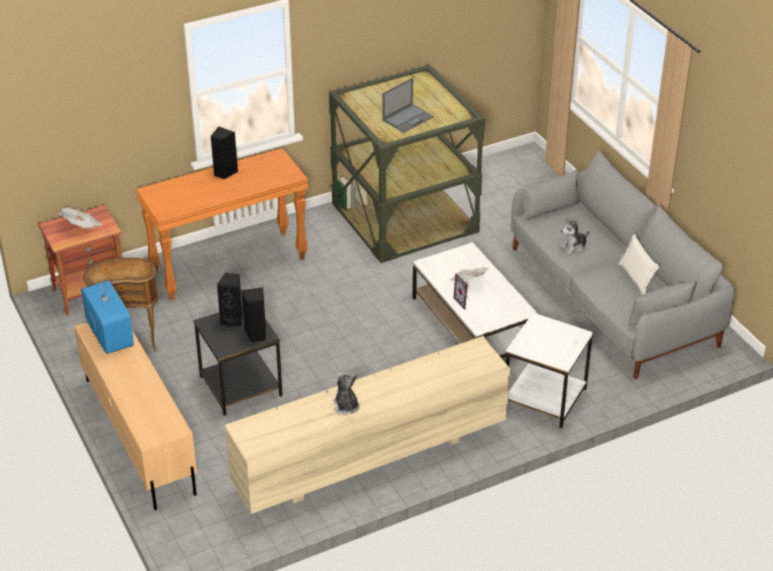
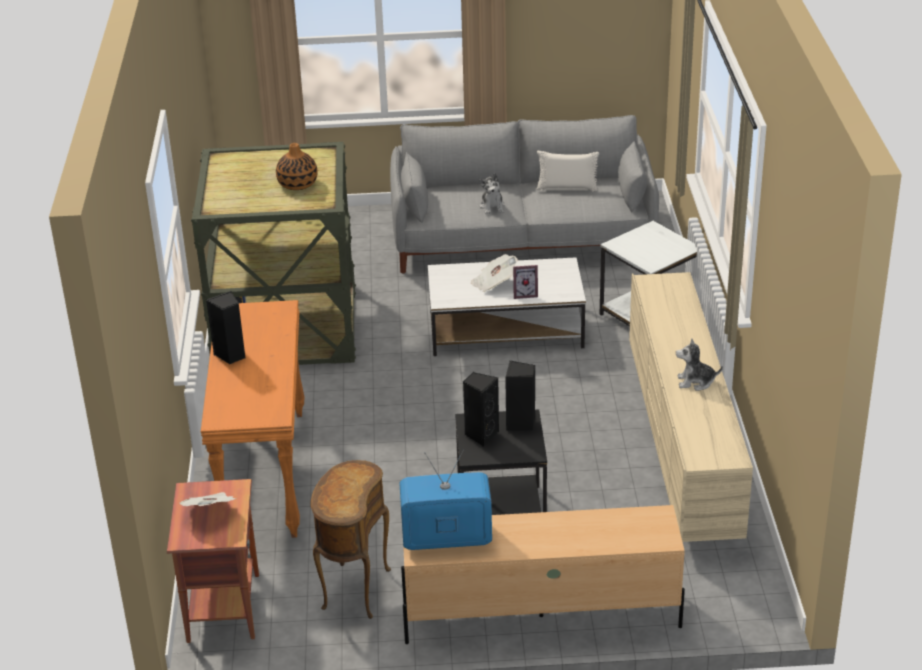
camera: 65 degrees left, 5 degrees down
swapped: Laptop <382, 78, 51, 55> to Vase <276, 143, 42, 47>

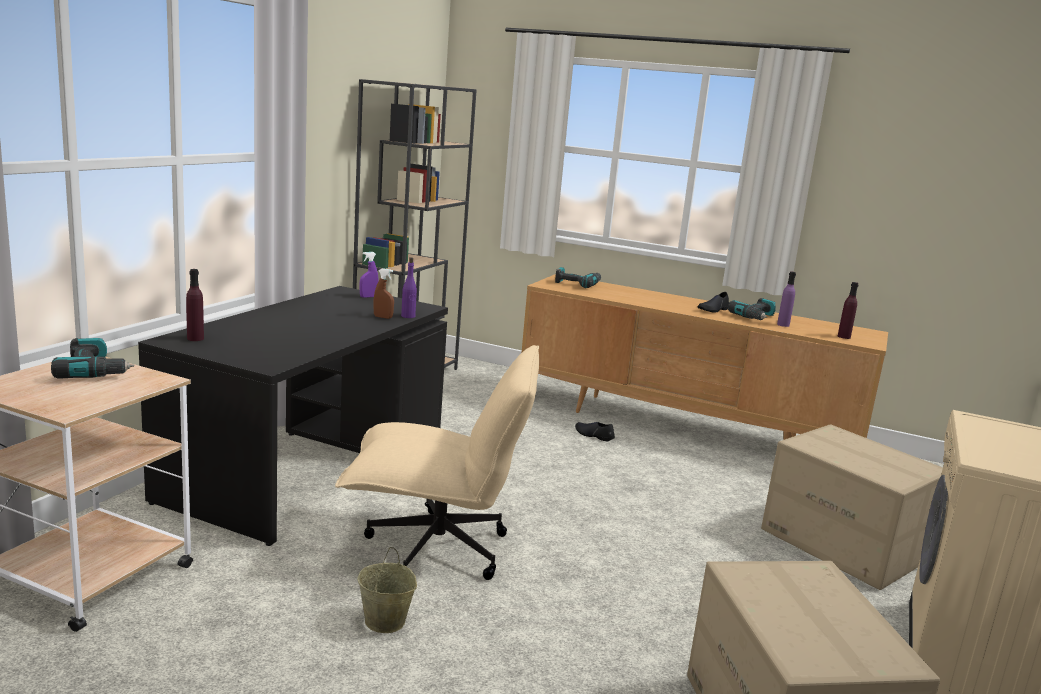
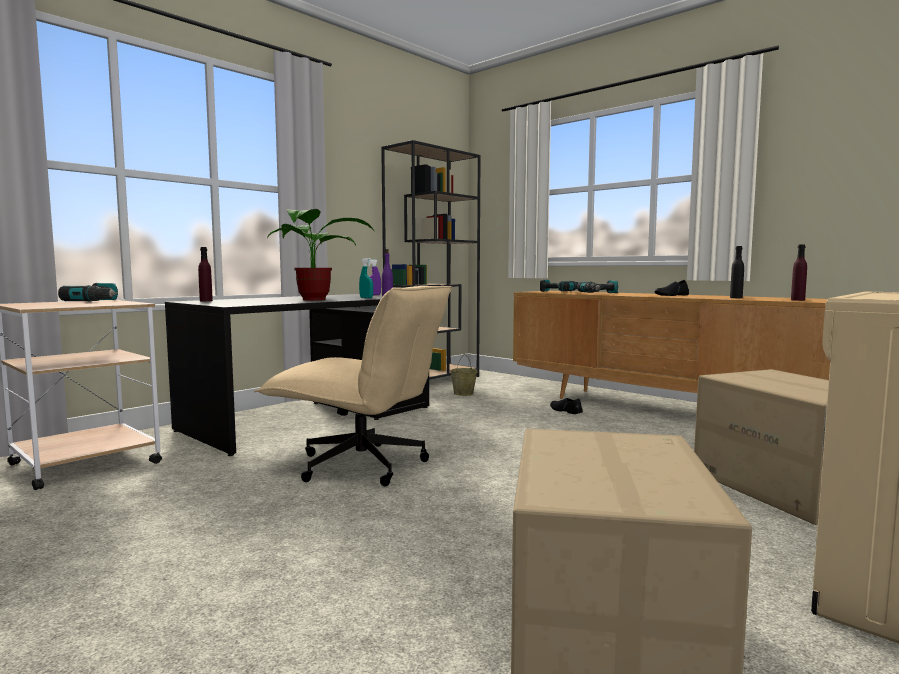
camera: 20 degrees right, 10 degrees down
new: PottedPlant <267, 209, 108, 92>
shifted: BeigeBucket <357, 547, 60, 86> to <450, 356, 28, 40>; PowerDrill <728, 298, 48, 22> to <577, 280, 42, 13>
repainted: BrownSprayBottle <373, 268, 21, 51> to TurquoiseSprayBottle <359, 258, 14, 40>; PurpleBottle <777, 271, 19, 56> to BlackBottle <730, 246, 14, 52>

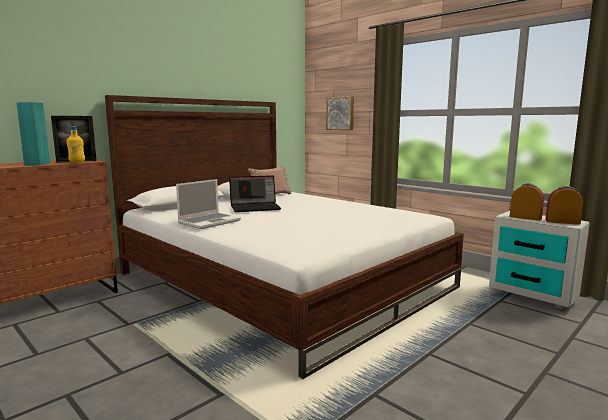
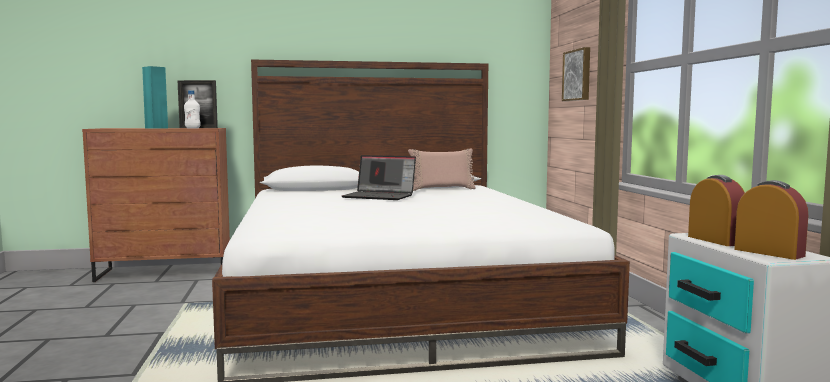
camera: 35 degrees right, 5 degrees down
gone: Laptop <176, 179, 65, 50>
repainted: YellowBottle <67, 126, 18, 37> to WhiteBottle <184, 90, 17, 38>

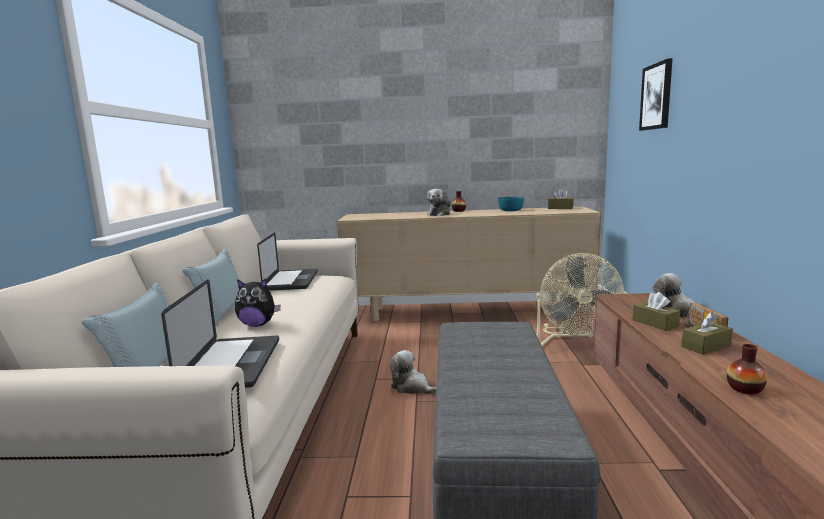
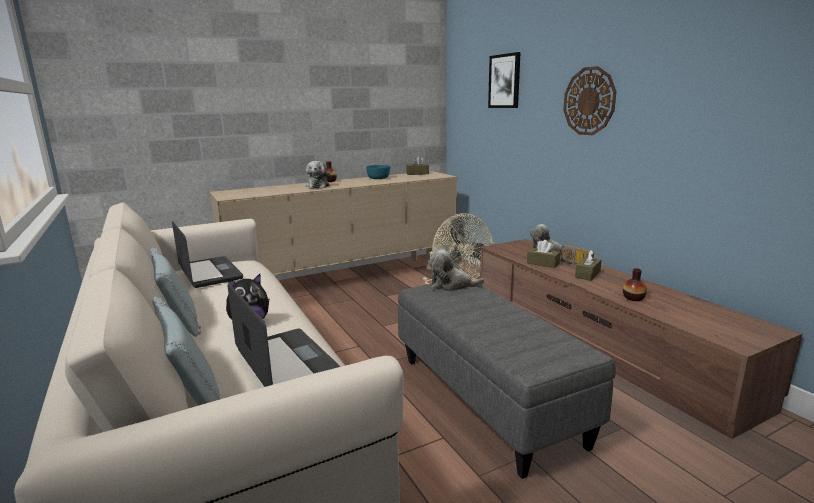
camera: 30 degrees left, 5 degrees up
new: WallClock <563, 66, 53, 69>
shifted: PlushToy <389, 350, 48, 45> to <428, 250, 57, 41>

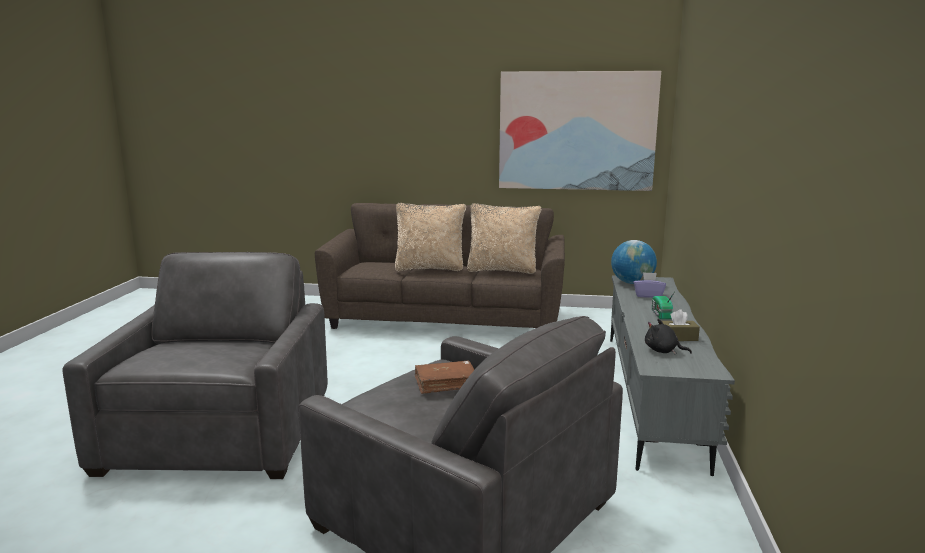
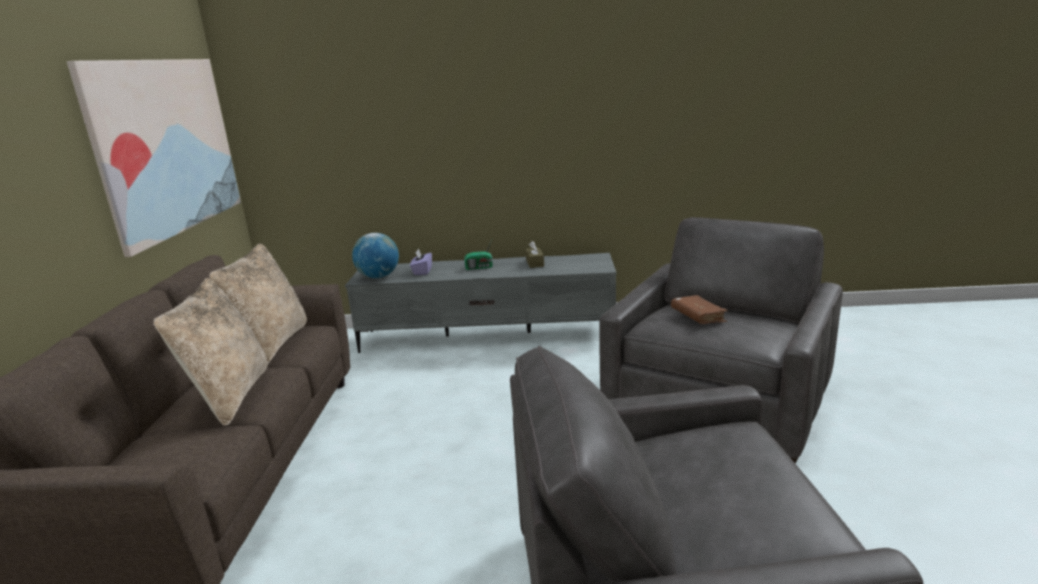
camera: 95 degrees left, 5 degrees up
gone: BlackPlushToy <645, 319, 47, 35>

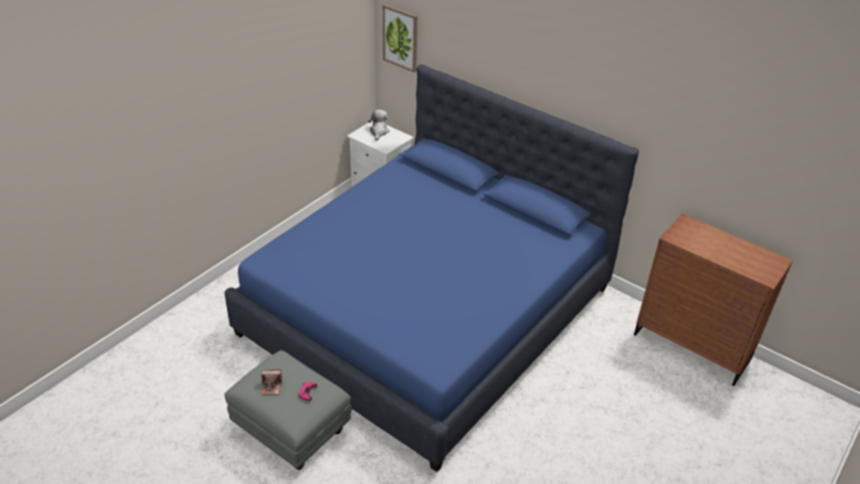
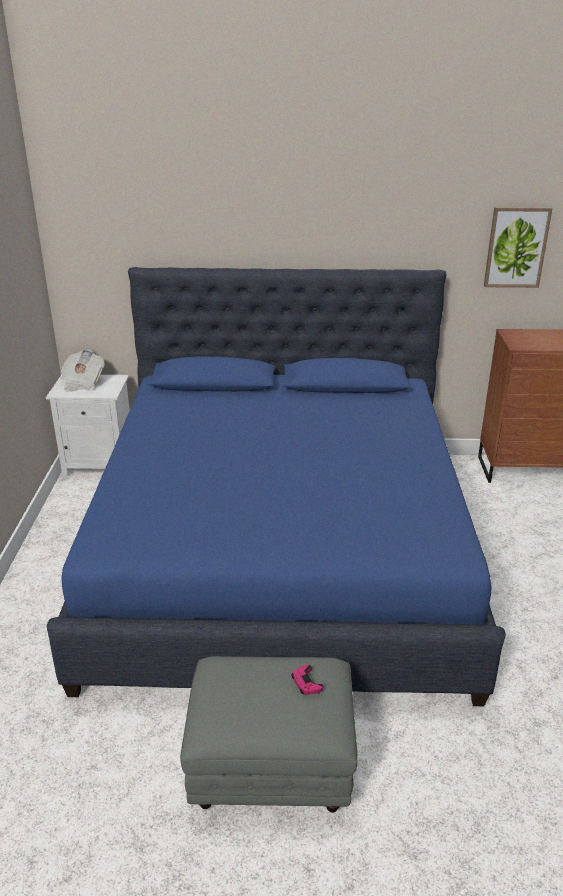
camera: 35 degrees left, 10 degrees down
gone: PhotoCamera <261, 369, 21, 26>
shifted: Picture <383, 4, 34, 68> to <484, 207, 69, 81>
swapped: PlushToy <368, 109, 21, 32> to Newspaper <60, 349, 45, 43>

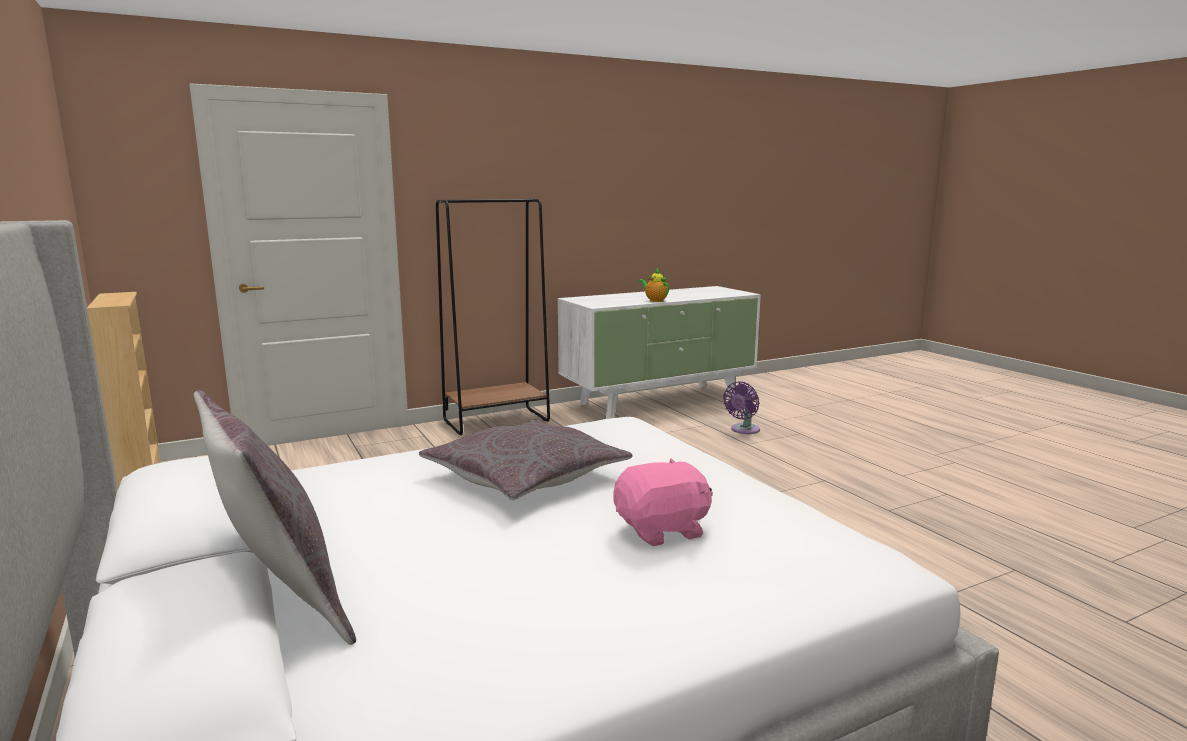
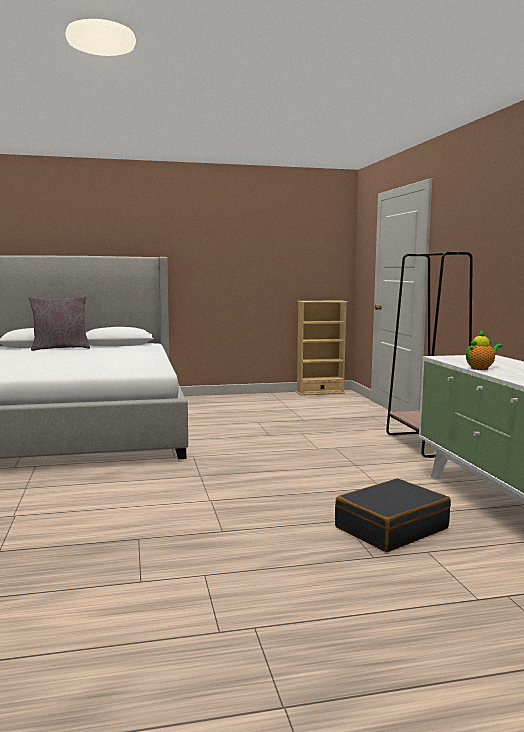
camera: 105 degrees right, 5 degrees down
gone: GreyPillow <419, 419, 213, 81>; PinkPlushToy <613, 458, 100, 88>
swapped: PurpleFan <723, 381, 37, 53> to BlackSuitcase <335, 478, 116, 74>

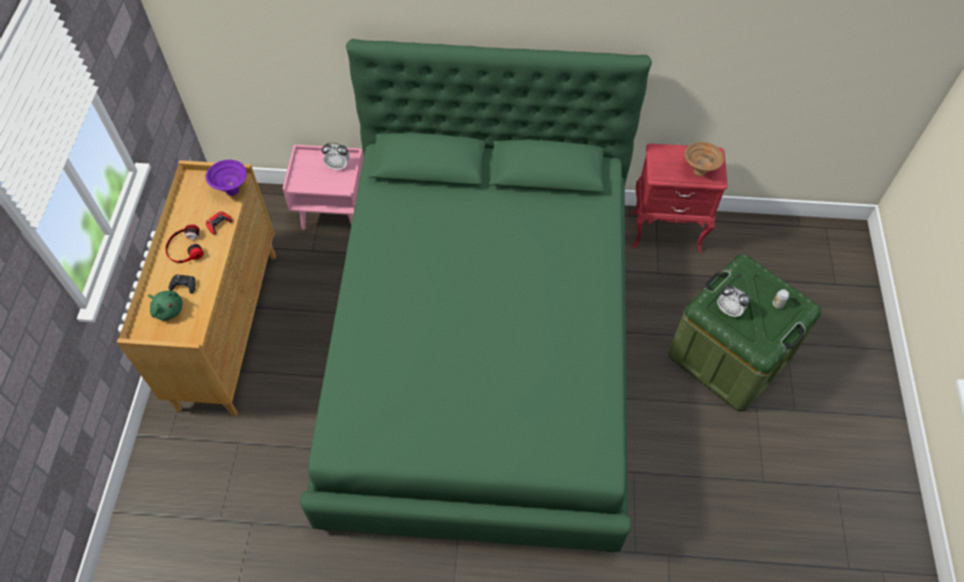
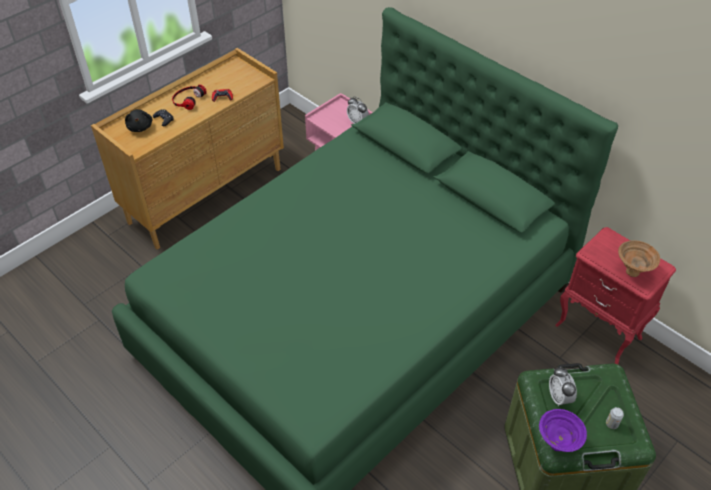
camera: 40 degrees right, 10 degrees down
shifted: PurpleBowl <206, 160, 41, 36> to <539, 409, 48, 43>
repainted: GreenPlushToy <148, 291, 35, 30> to BlackPlushToy <125, 109, 27, 23>

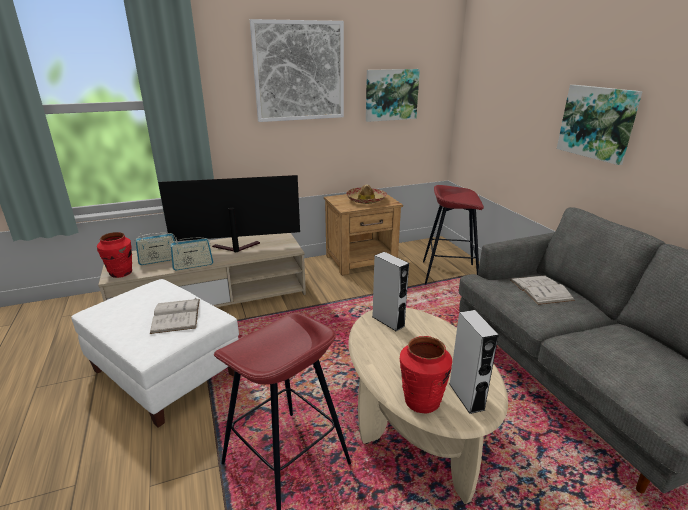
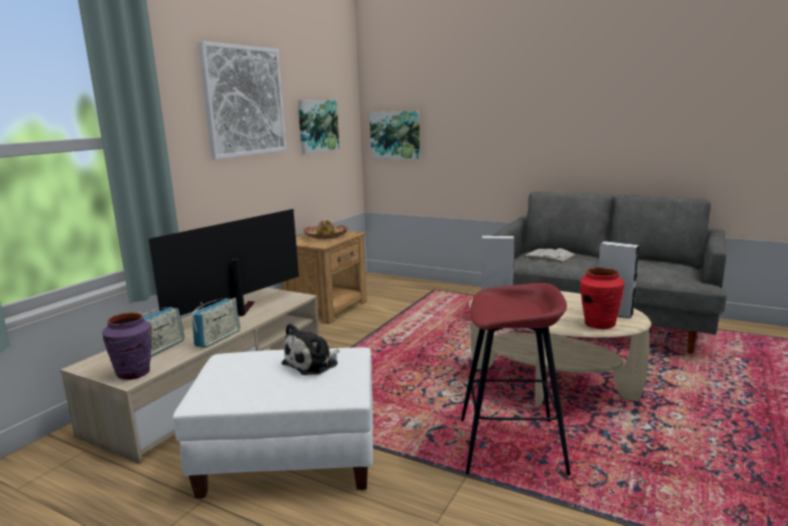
camera: 40 degrees left, 10 degrees down
gone: RedStool <423, 185, 61, 100>
shifted: Picture <557, 85, 86, 80> to <370, 111, 50, 48>
swapped: WhiteBook <150, 298, 50, 36> to PlushToy <281, 323, 58, 52>
repainted: RedVase <97, 232, 35, 46> to PurpleVase <102, 313, 50, 67>

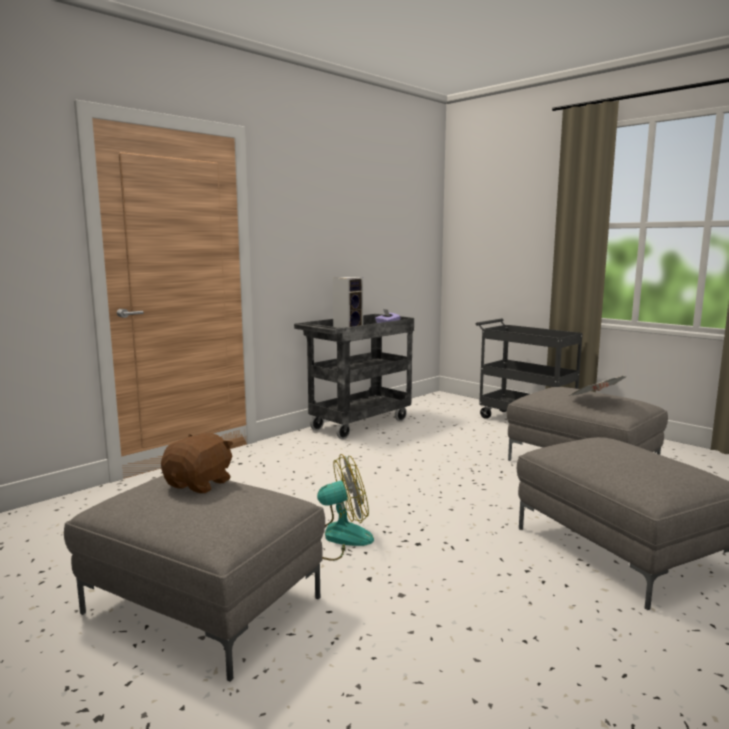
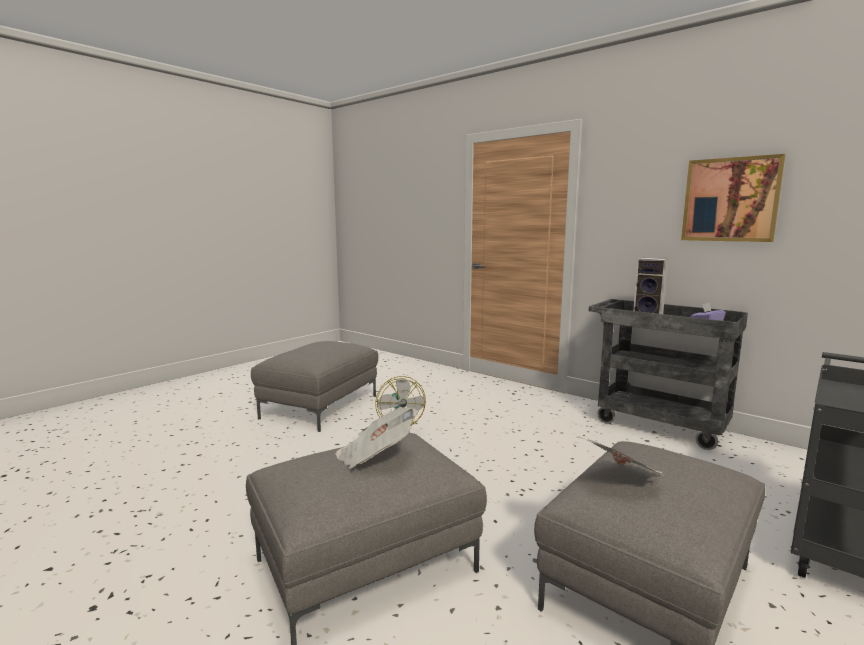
camera: 85 degrees right, 0 degrees up
gone: BrownPlushToy <161, 433, 72, 61>
new: Newspaper <335, 407, 83, 62>; Picture <681, 154, 104, 88>

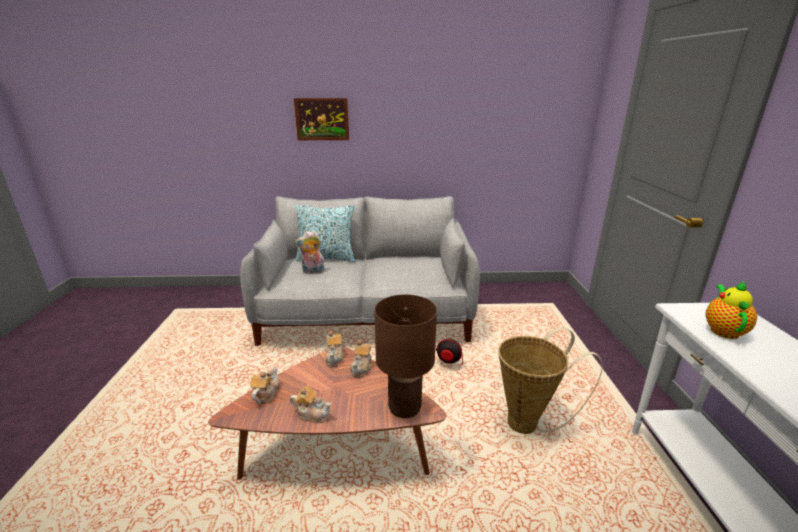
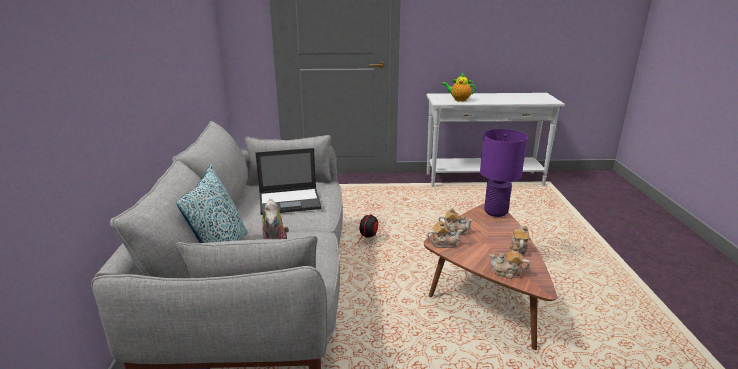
camera: 90 degrees left, 0 degrees up
gone: Picture <294, 98, 55, 42>; Basket <498, 327, 105, 107>
new: Laptop <255, 148, 67, 67>
repainted: BrownTableLamp <374, 294, 63, 124> to PurpleTableLamp <480, 129, 47, 88>

